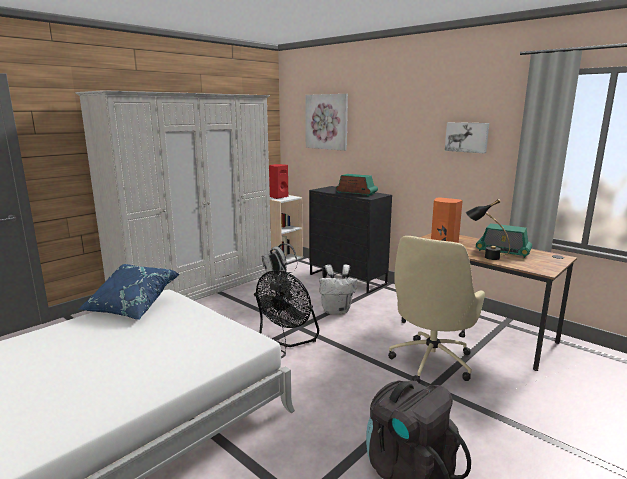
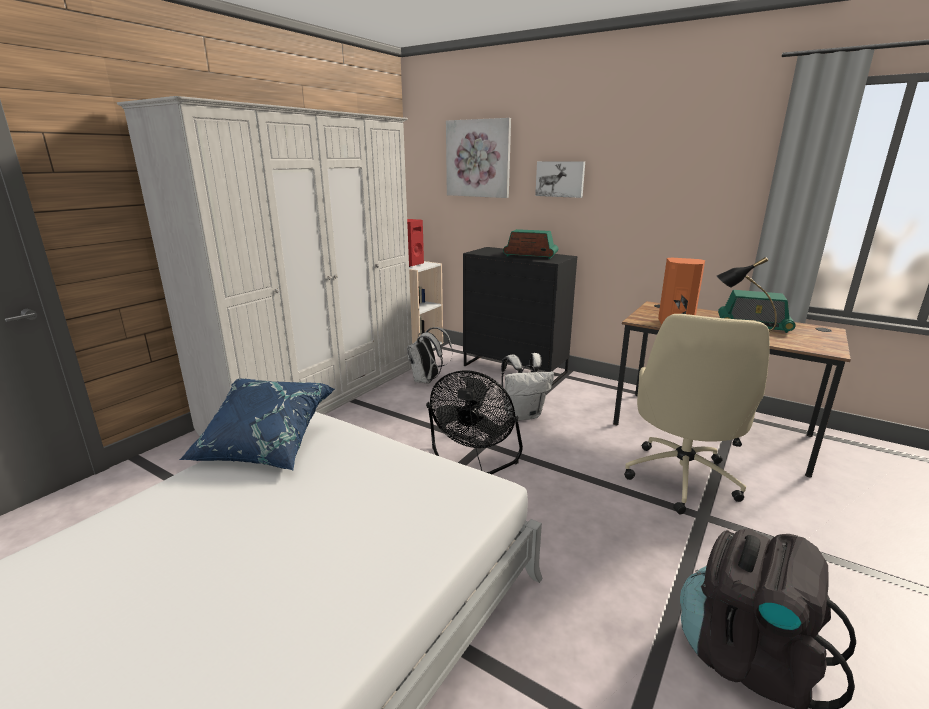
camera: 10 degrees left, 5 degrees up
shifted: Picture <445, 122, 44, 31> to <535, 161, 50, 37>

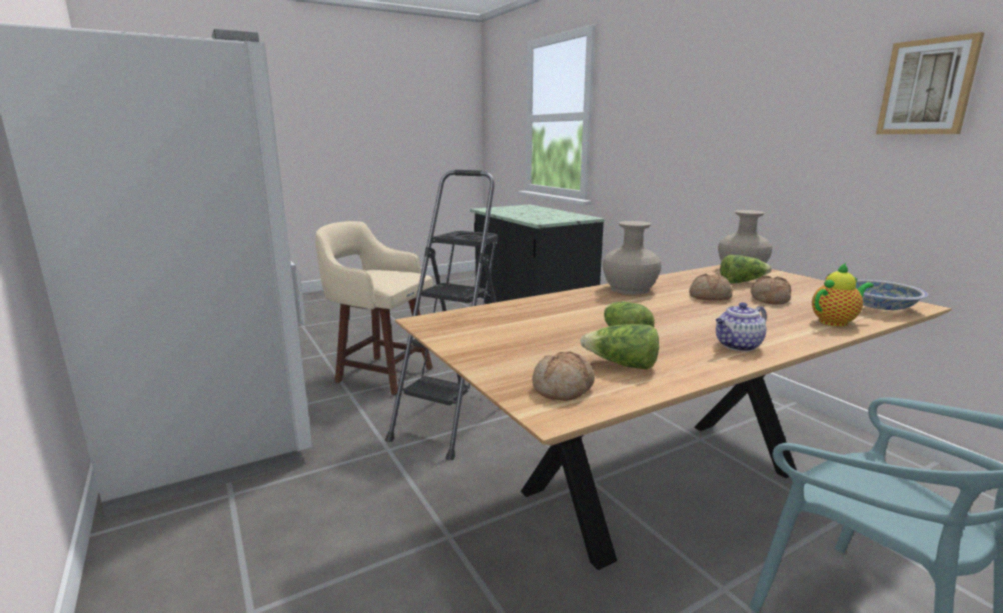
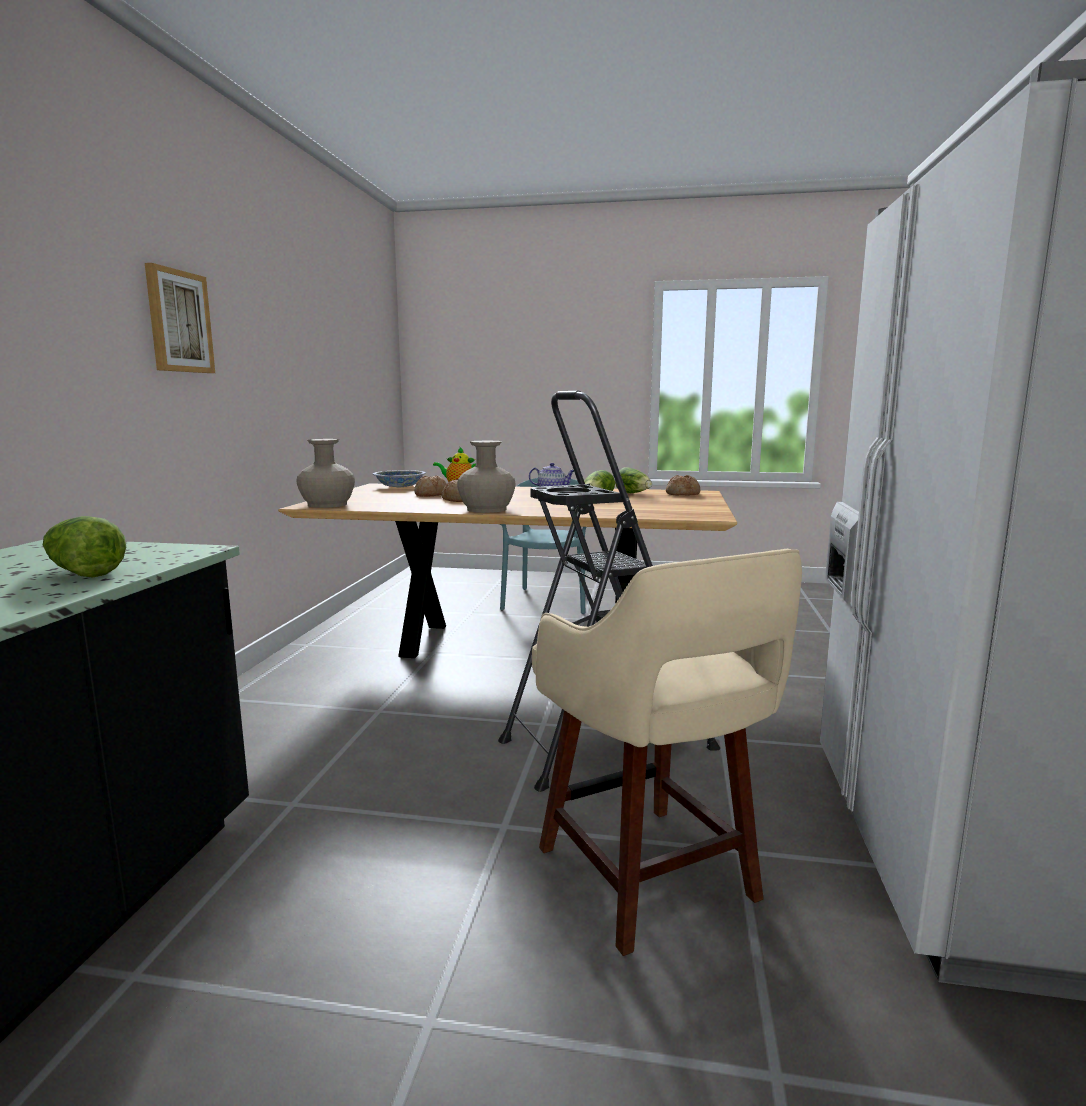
camera: 140 degrees left, 5 degrees down
shifted: Lettuce <720, 255, 52, 28> to <43, 516, 83, 62>; Picture <876, 32, 108, 102> to <145, 263, 70, 110>

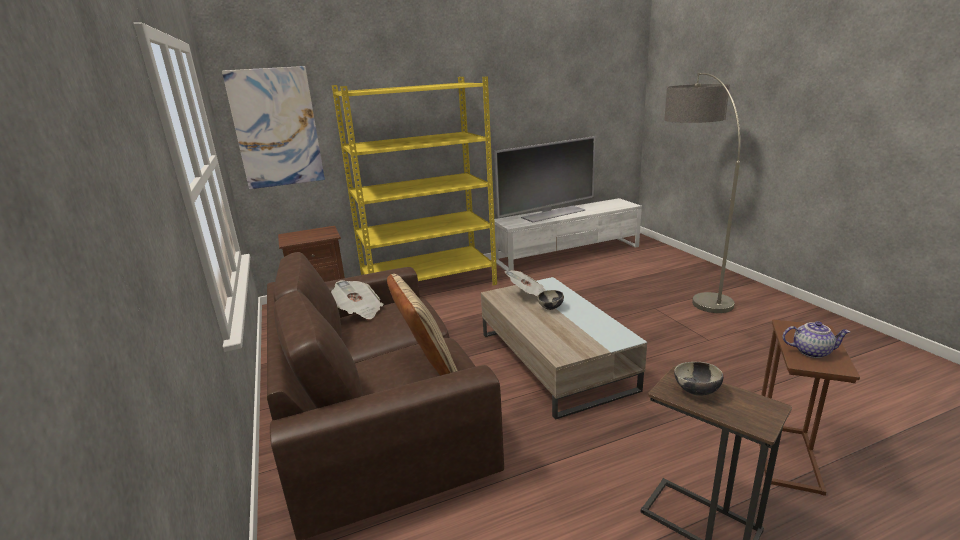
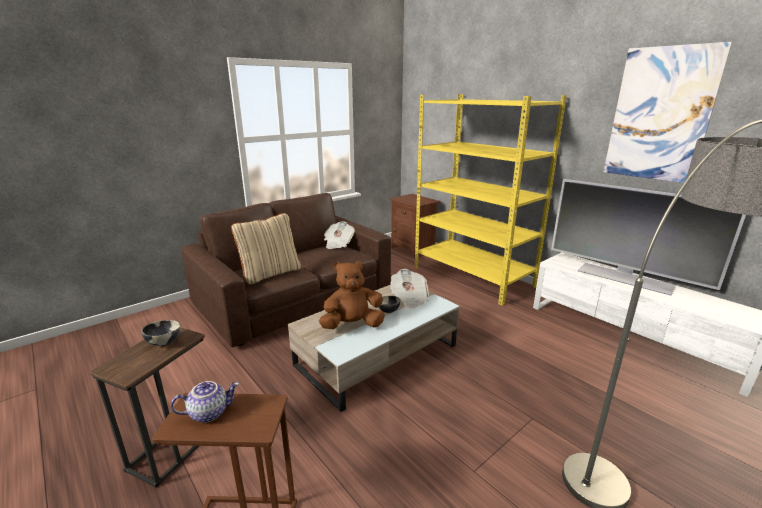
camera: 70 degrees right, 0 degrees up
new: BrownPlushToy <319, 261, 66, 68>
shifted: Picture <222, 66, 103, 123> to <604, 42, 128, 141>
rotated: Teapot <782, 321, 68, 37> = <171, 381, 68, 42> 105 degrees counterclockwise

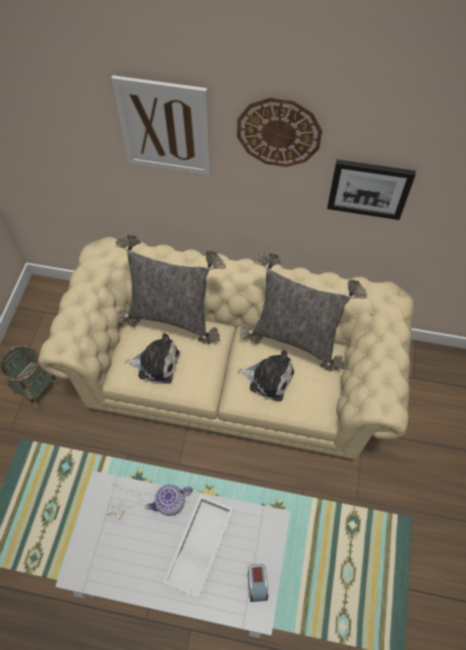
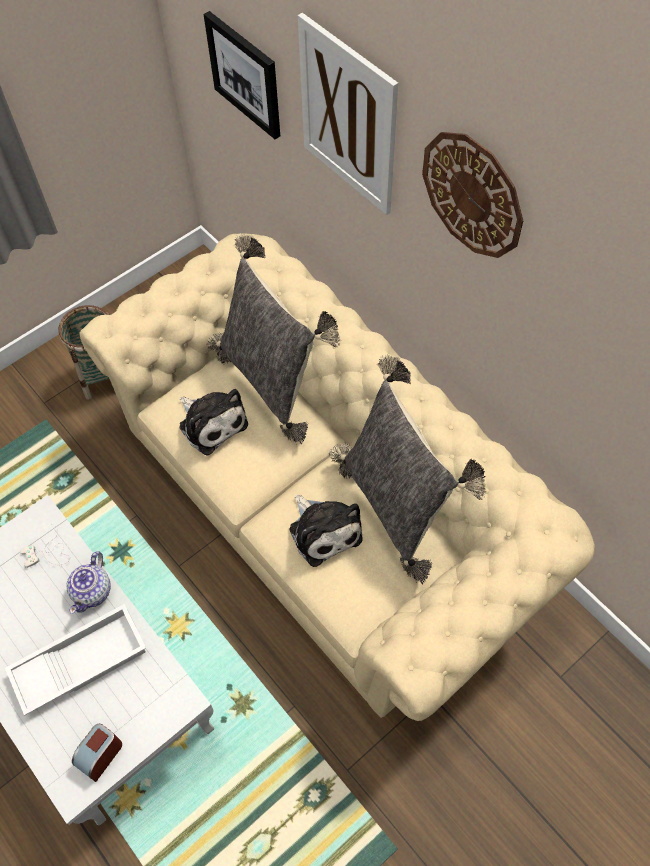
camera: 40 degrees right, 0 degrees up
shifted: Picture <327, 159, 89, 61> to <204, 11, 76, 128>
rotated: Teapot <145, 484, 48, 32> = <66, 551, 45, 63> 90 degrees counterclockwise

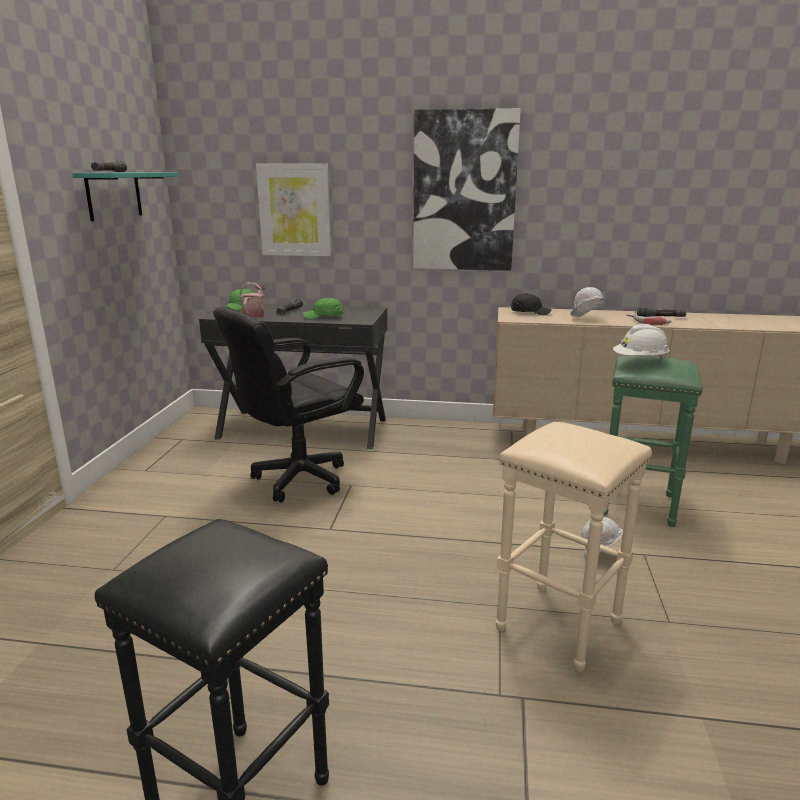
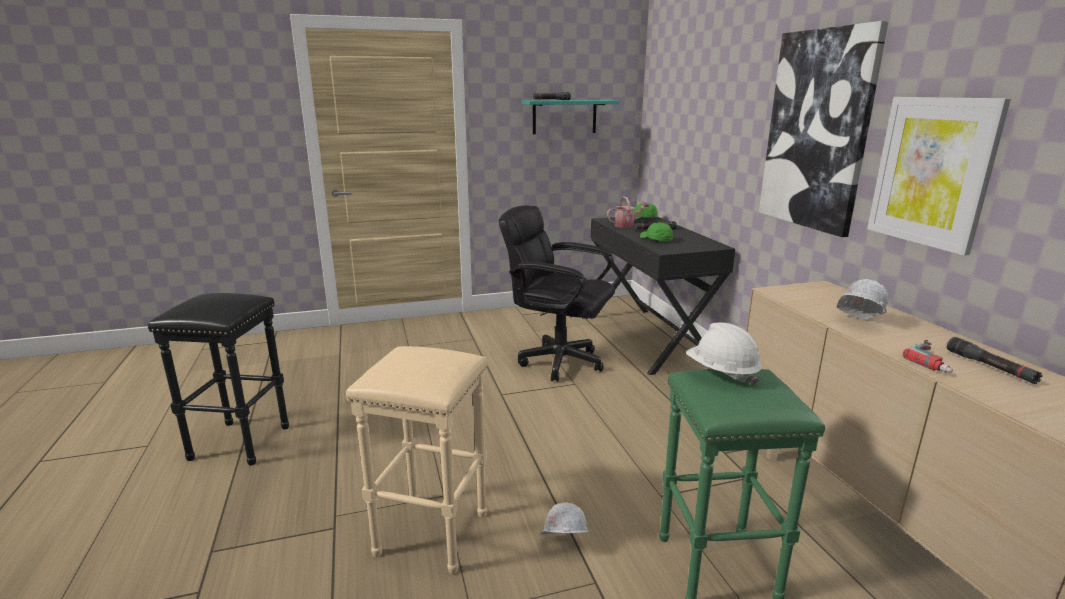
camera: 65 degrees right, 0 degrees up
gone: BlackCap <511, 293, 41, 22>
shifted: Picture <256, 164, 75, 92> to <867, 97, 144, 159>

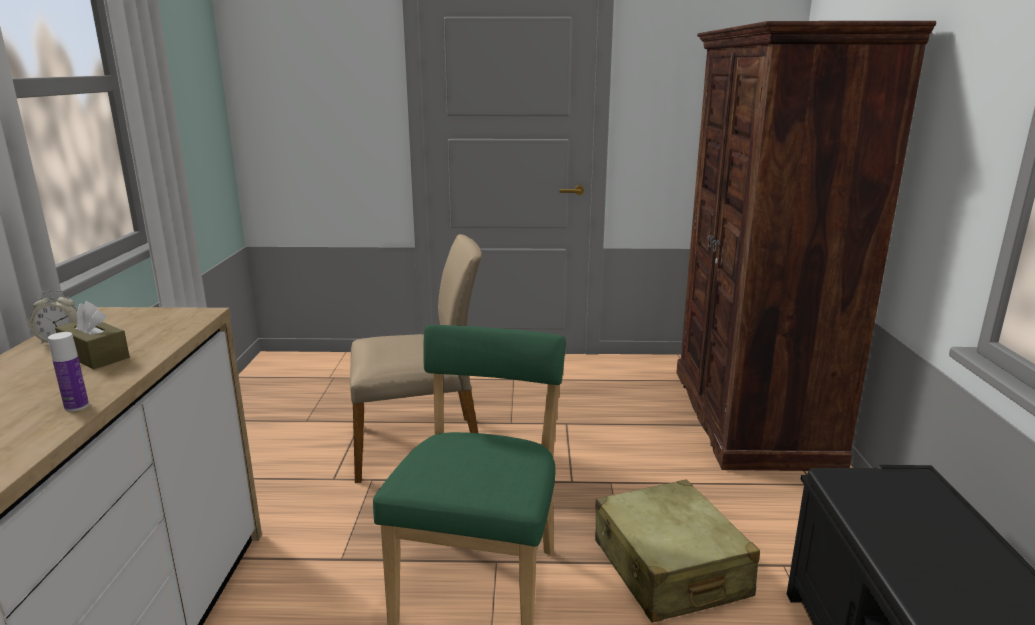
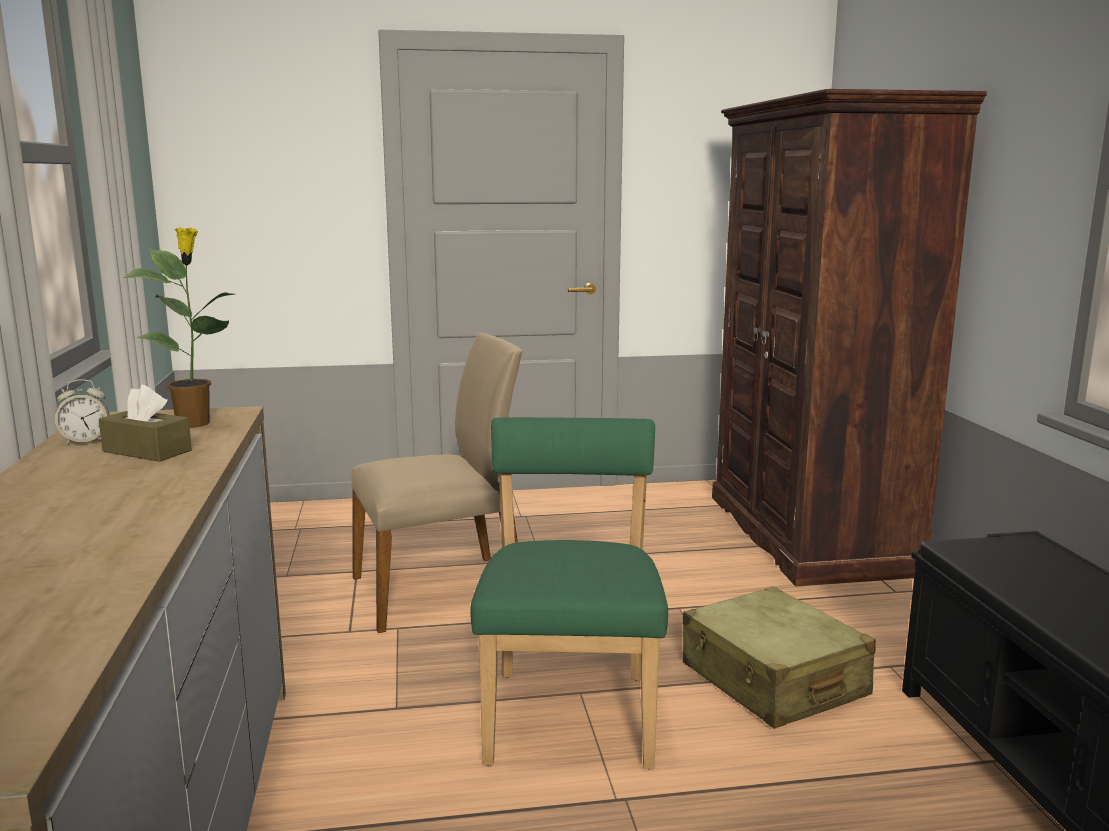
camera: 10 degrees left, 5 degrees down
gone: Bottle <48, 332, 41, 80>
new: PottedPlant <123, 228, 111, 200>

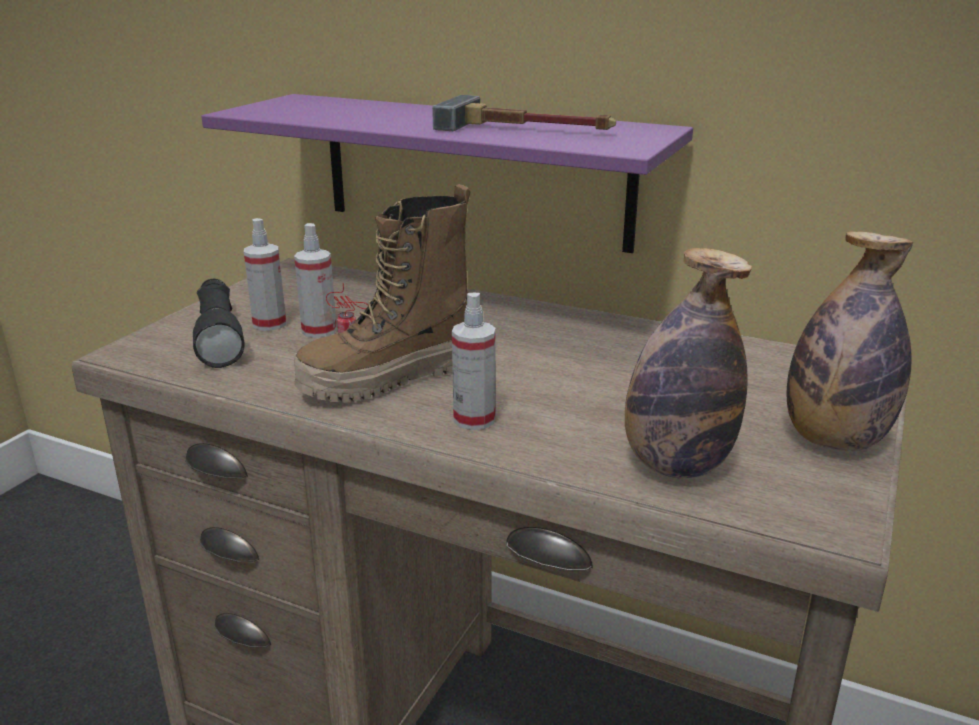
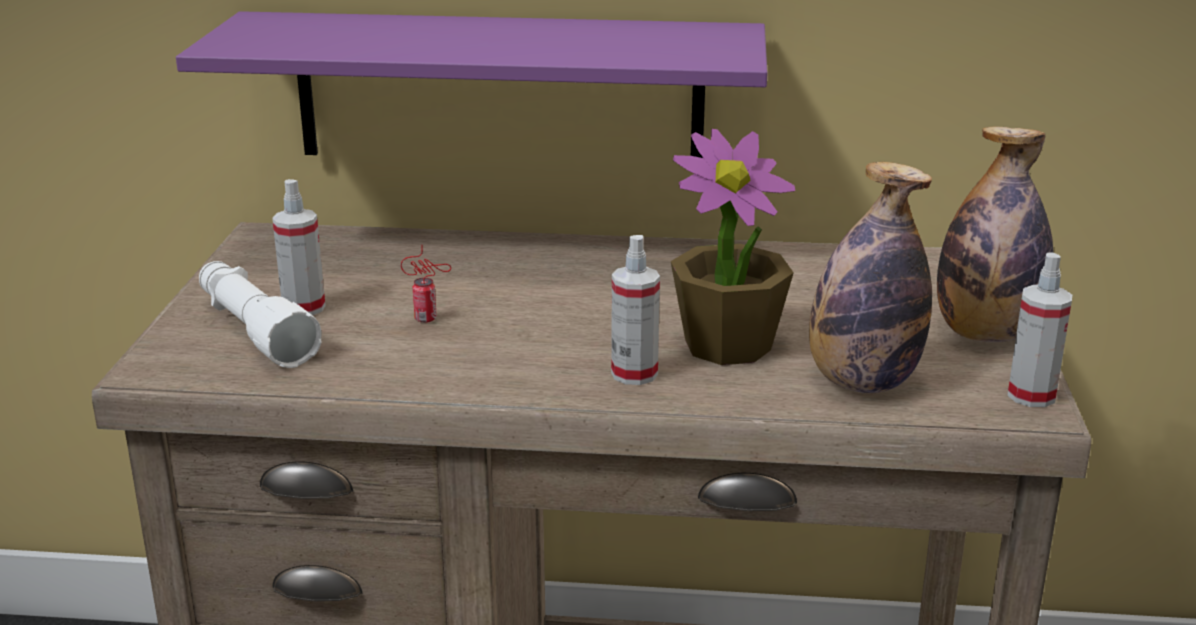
camera: 20 degrees left, 0 degrees up
gone: Boot <294, 184, 177, 219>; Hammer <432, 95, 184, 36>
new: PottedPlant <671, 129, 124, 236>
shifted: SprayBottle <294, 223, 43, 115> to <1007, 252, 65, 155>
repainted: BlackFlashlight <193, 279, 52, 89> to WhiteFlashlight <199, 261, 123, 107>

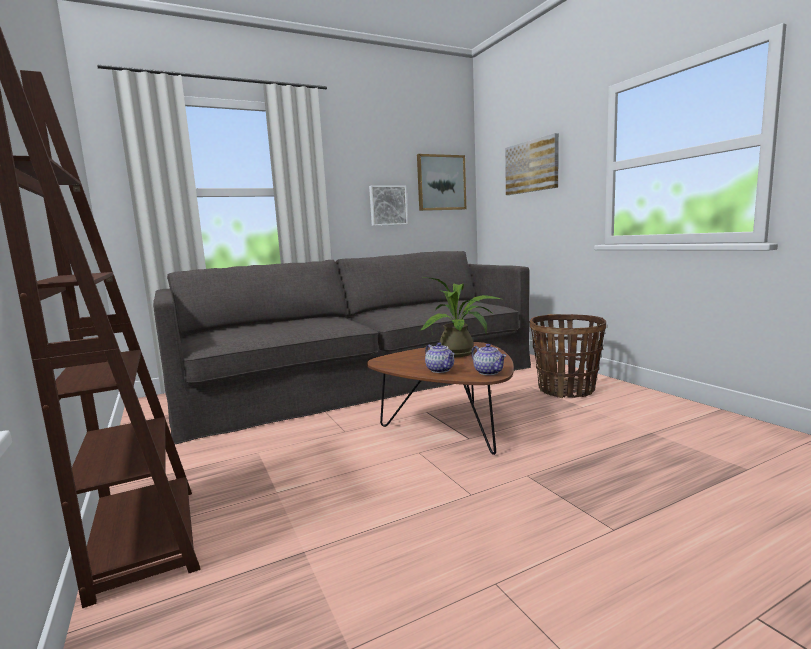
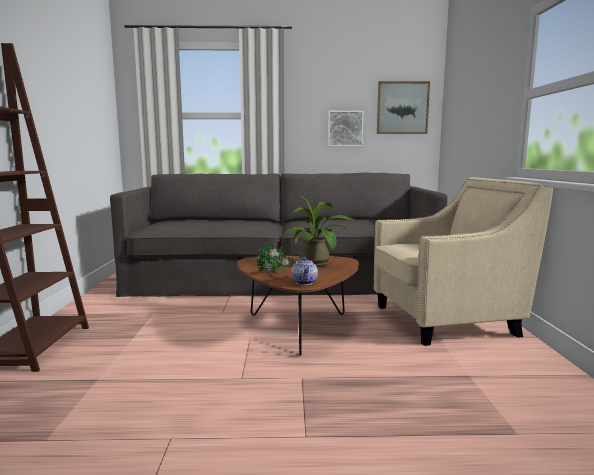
camera: 25 degrees right, 0 degrees up
gone: Picture <505, 133, 54, 62>
swapped: Teapot <425, 342, 29, 31> to PottedPlant <256, 243, 37, 32>; Basket <530, 314, 76, 84> to BeigeArmchair <373, 177, 180, 169>

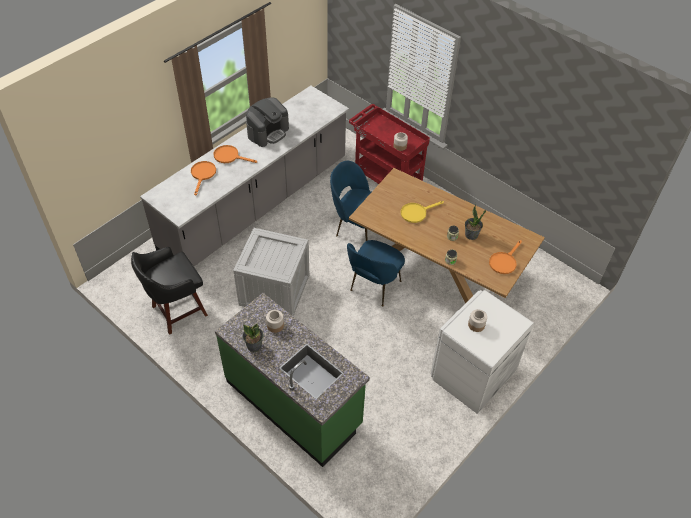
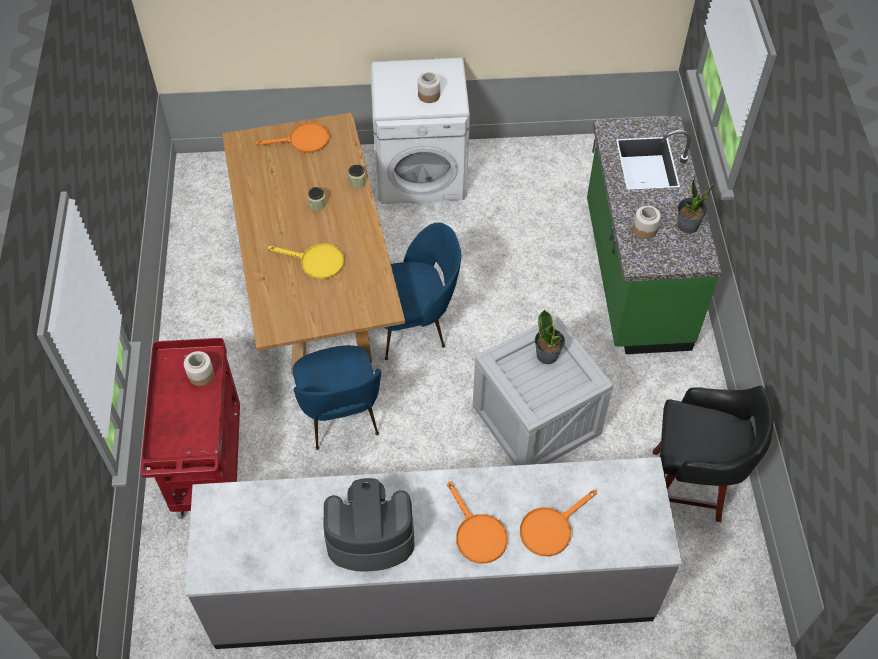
camera: 135 degrees left, 5 degrees up
shifted: PottedPlant <465, 203, 21, 37> to <535, 309, 30, 55>

